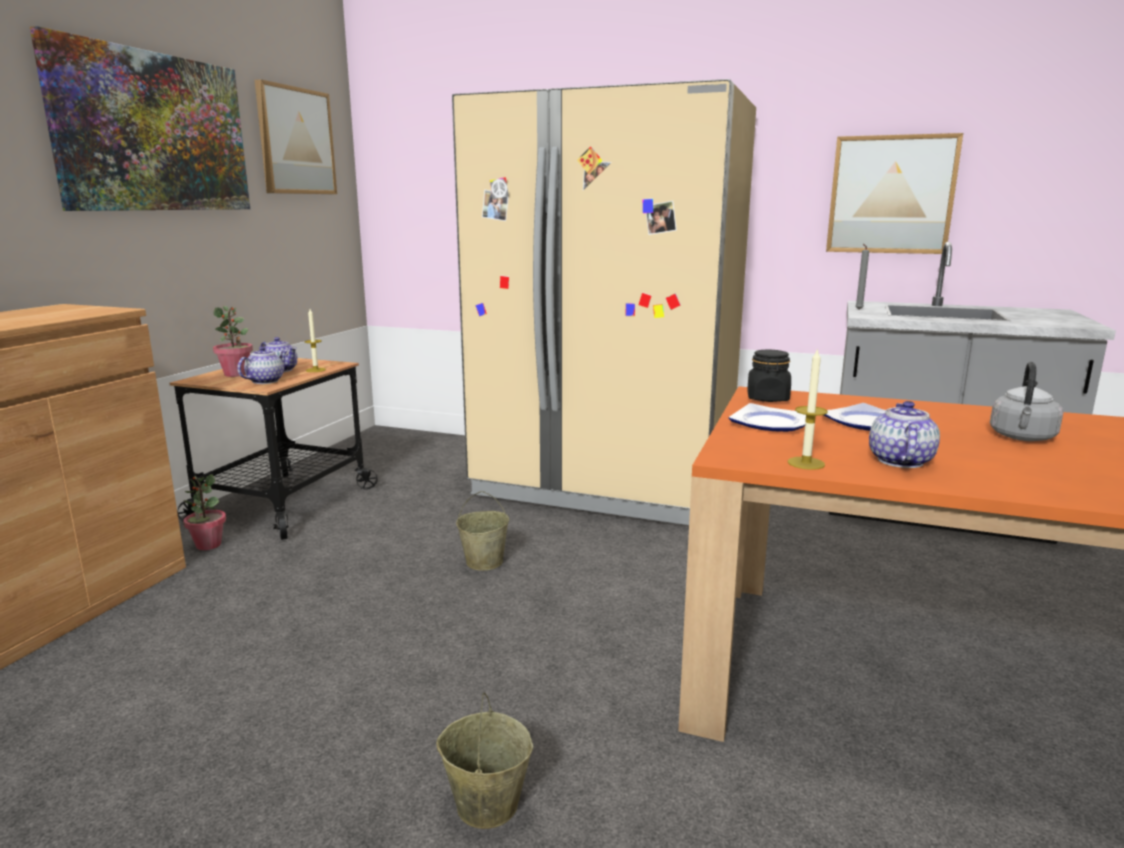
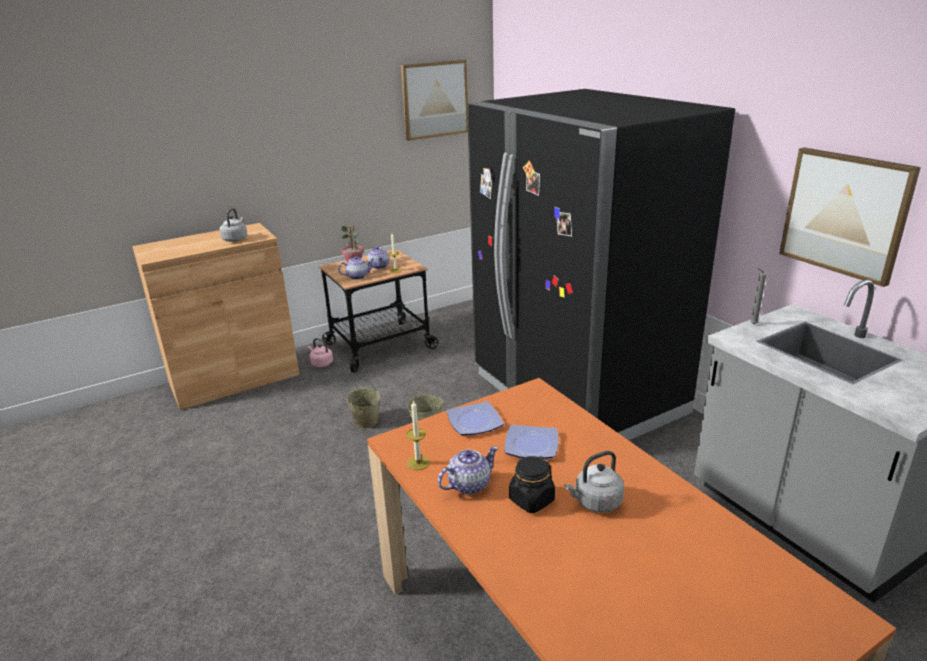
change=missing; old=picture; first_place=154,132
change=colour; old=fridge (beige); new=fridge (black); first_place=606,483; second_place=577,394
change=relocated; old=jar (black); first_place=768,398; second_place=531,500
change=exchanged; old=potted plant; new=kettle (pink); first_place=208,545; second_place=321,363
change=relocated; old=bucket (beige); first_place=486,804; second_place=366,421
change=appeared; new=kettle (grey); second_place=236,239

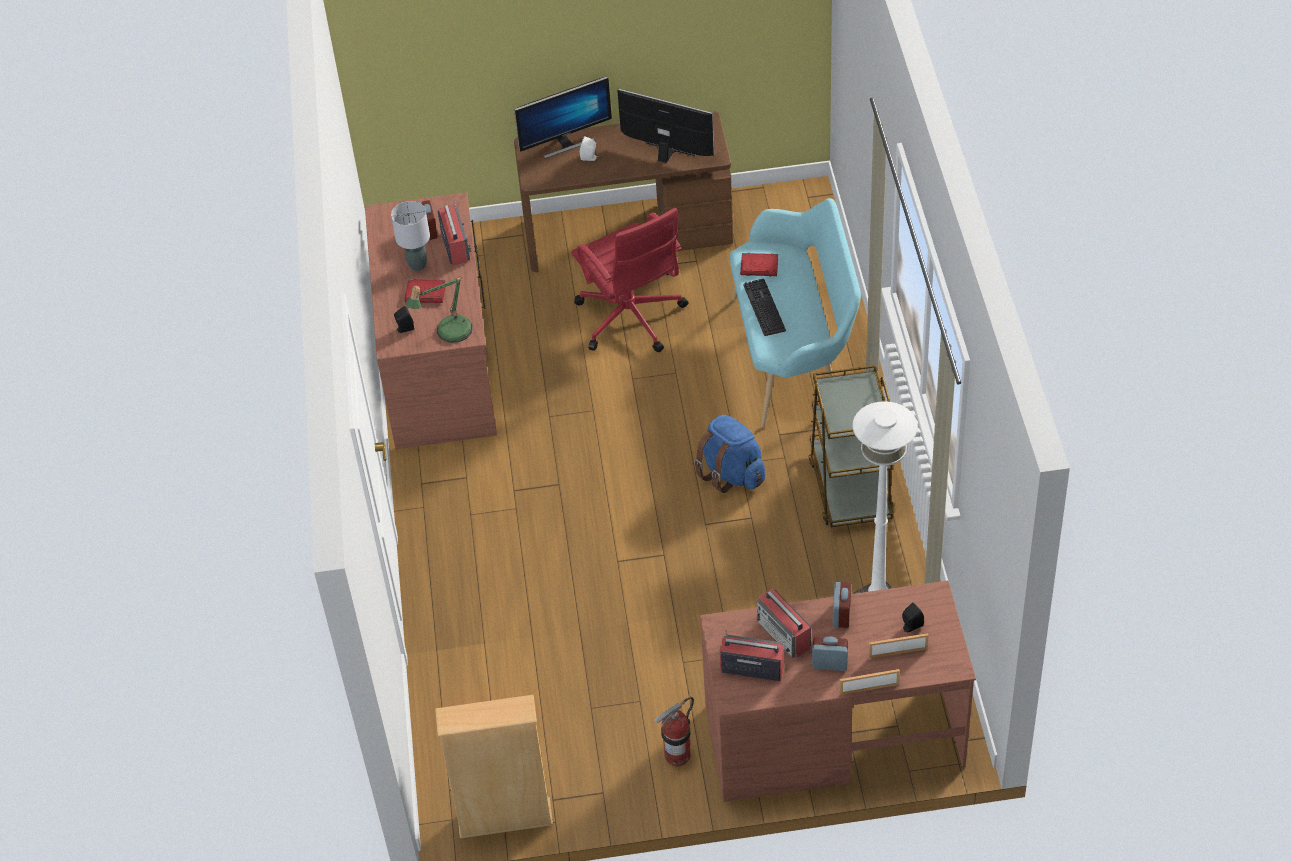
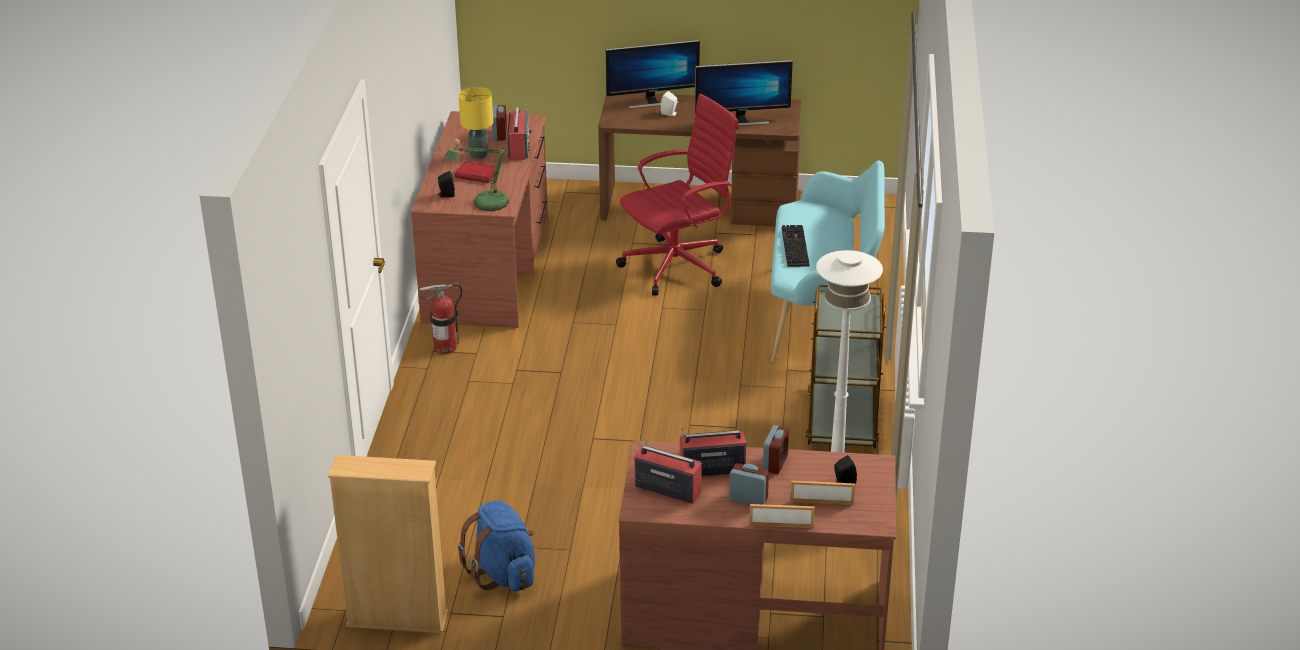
change=spun; old=monitor; first_place=667,154; second_place=742,121; degrees=135
change=colour; old=table lamp (grey); new=table lamp (yellow); first_place=417,265; second_place=478,155
change=spun; old=office chair (red); first_place=631,320; second_place=678,266; degrees=-105
change=missing; old=book (red); first_place=759,267
change=relocated; old=backpack (blue); first_place=731,473; second_place=503,574
change=spun; old=radio; first_place=784,635; second_place=711,469; degrees=105
change=relocated; old=fire extinguisher; first_place=677,755; second_place=445,348

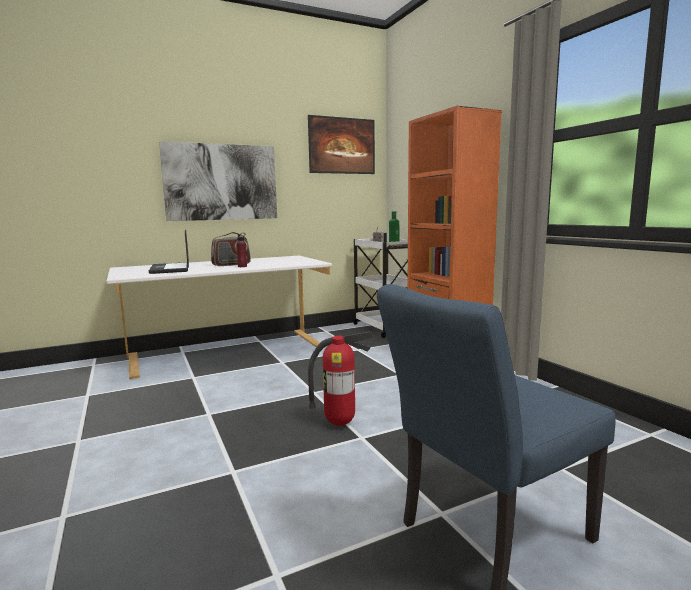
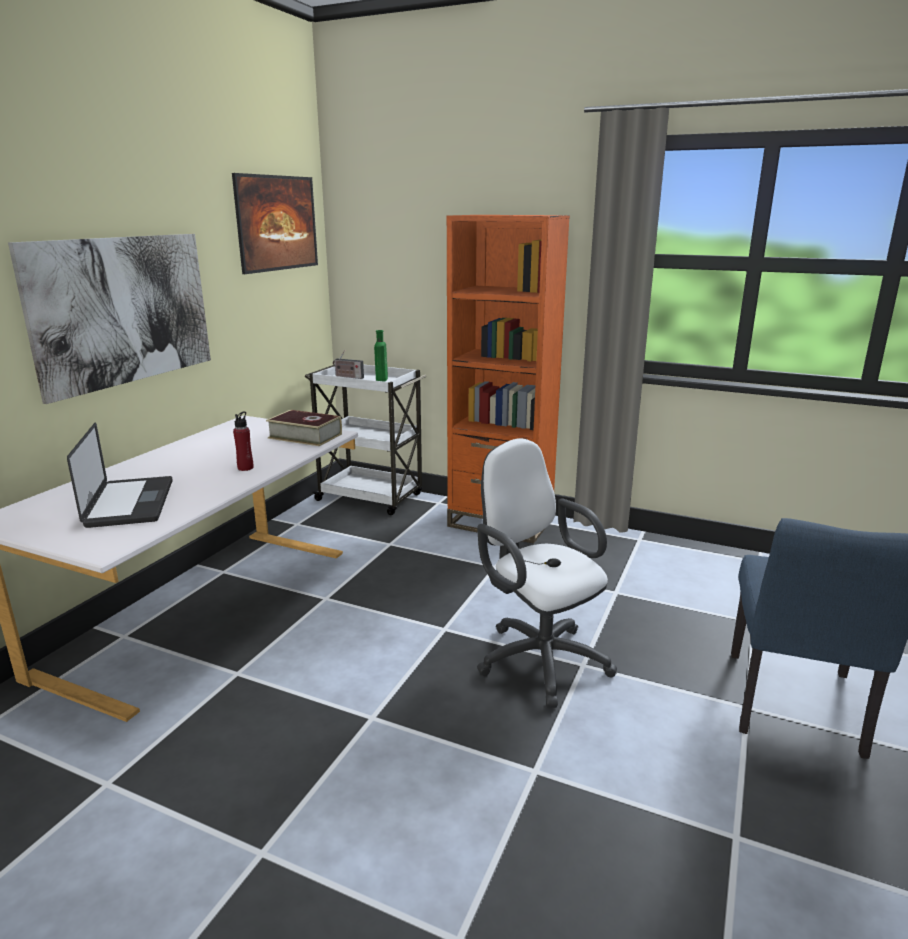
change=spun; old=laptop; first_place=170,269; second_place=130,503; degrees=-135
change=missing; old=radio; first_place=231,264
change=exchanged; old=fire extinguisher; new=office chair (white); first_place=340,423; second_place=538,657
change=appeared; new=book; second_place=305,436

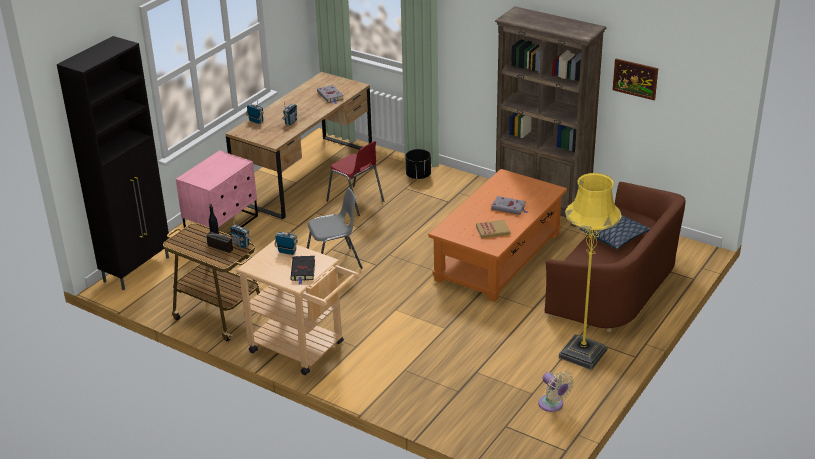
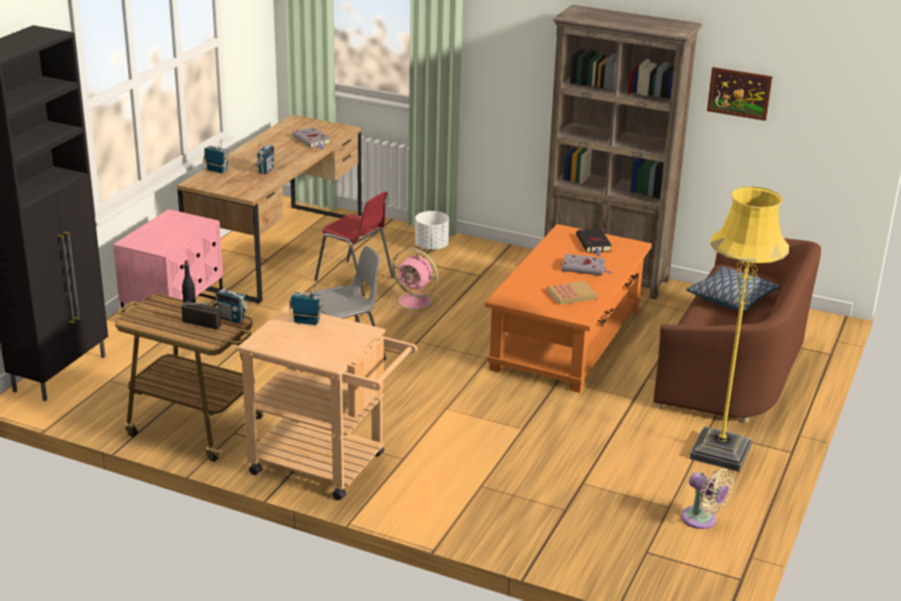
change=colour; old=planter (black); new=planter (white); first_place=418,176; second_place=431,247
change=relocated; old=book (black); first_place=303,271; second_place=594,244
change=appeared; new=fan (pink); second_place=416,302

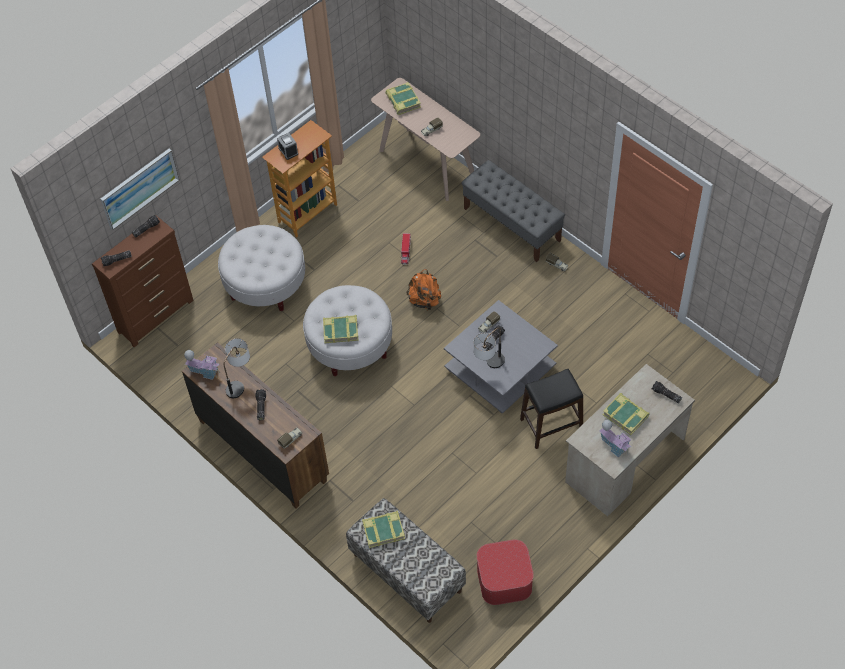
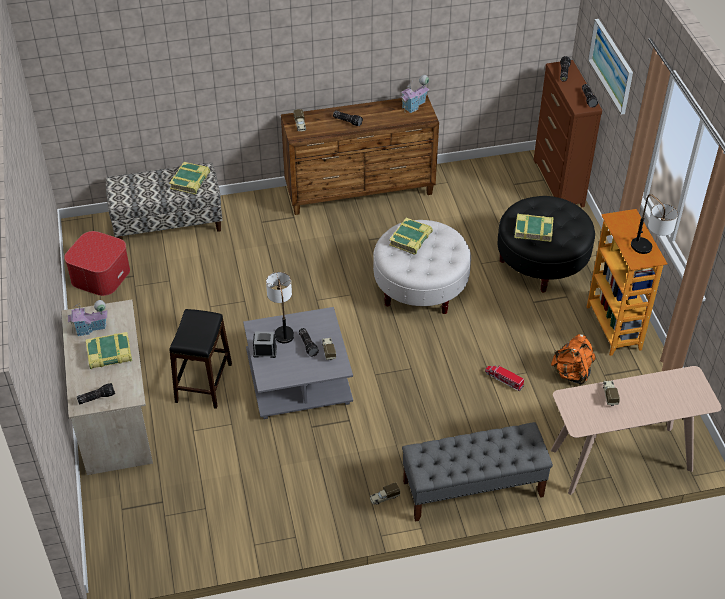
change=relocated; old=book; first_place=403,101; second_place=533,230
change=relocated; old=alarm clock; first_place=288,151; second_place=265,351
change=colour; old=ottoman (white); new=ottoman (black); first_place=265,283; second_place=542,262
change=relocated; old=backpack (orange); first_place=425,300; second_place=571,373
change=relocated; old=table lamp; first_place=240,382; second_place=648,253

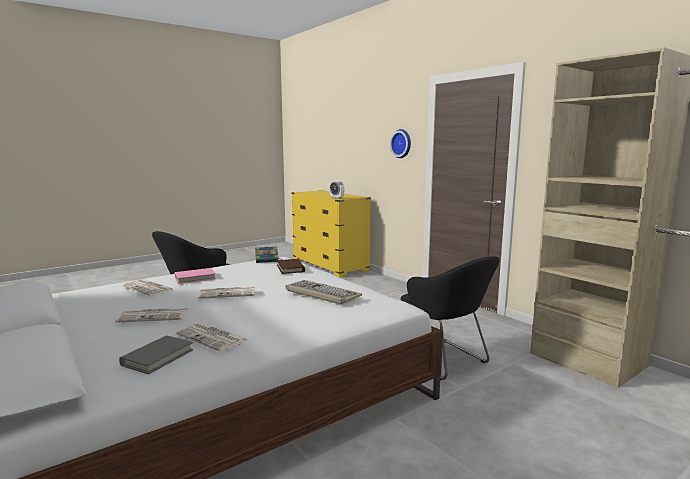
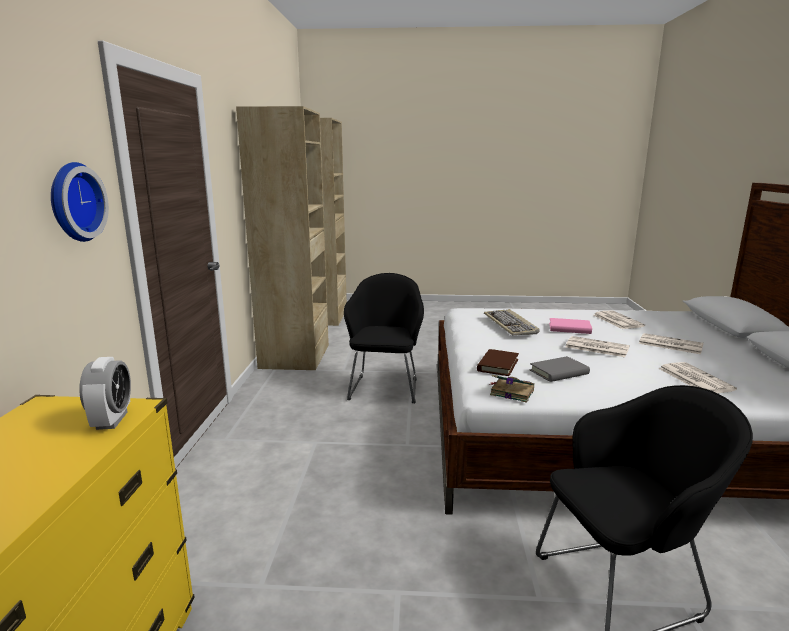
change=relocated; old=book (pink); first_place=195,278; second_place=569,328
change=relocated; old=book (grey); first_place=157,357; second_place=559,372

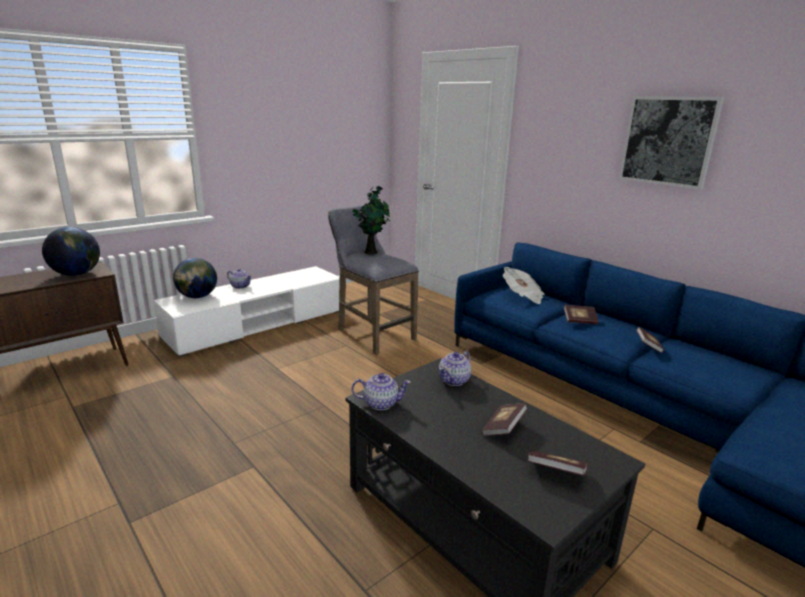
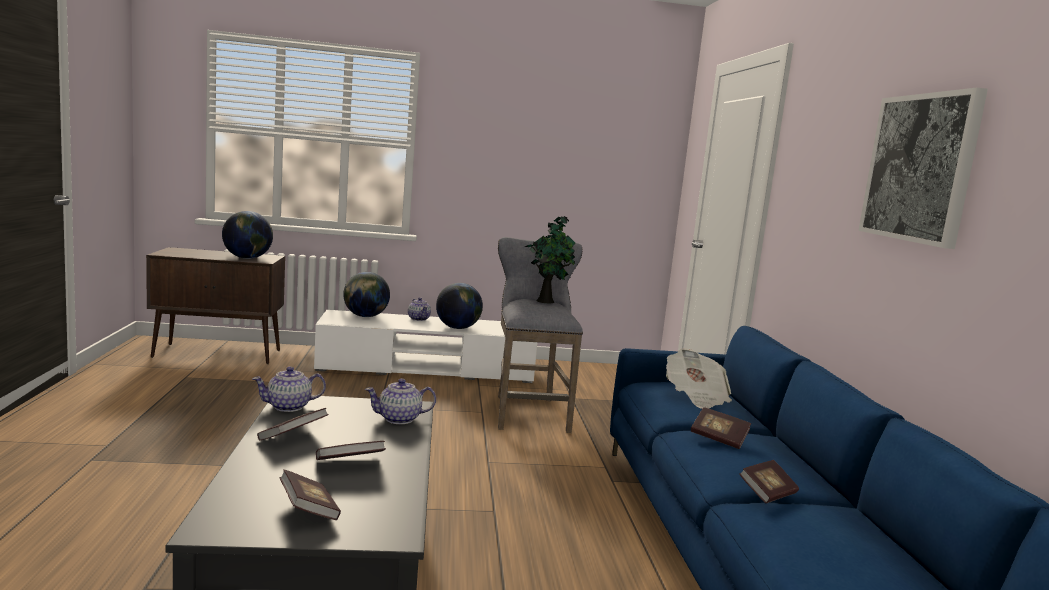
change=spun; old=teapot; first_place=380,403; second_place=289,407; degrees=120
change=appeared; new=globe; second_place=457,328
change=appeared; new=book; second_place=292,436

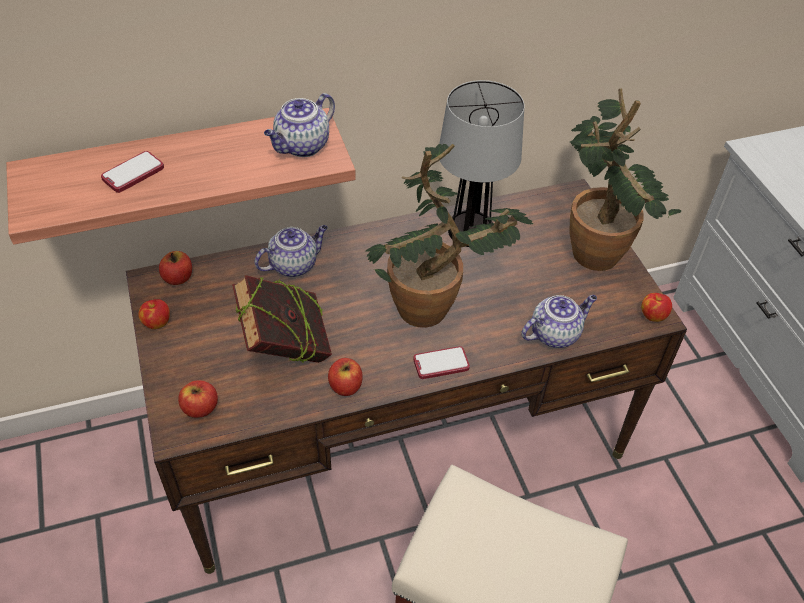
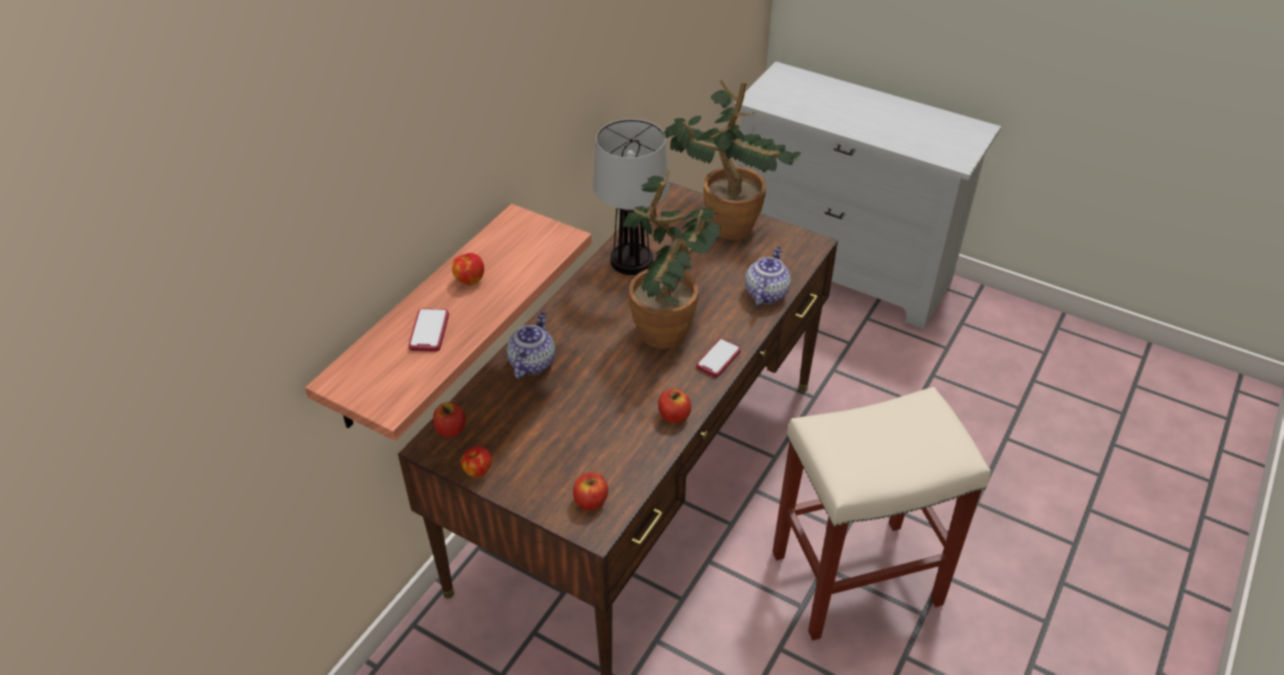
change=missing; old=teapot; first_place=302,146
change=missing; old=book; first_place=286,350
change=relocated; old=apple; first_place=653,315; second_place=469,279

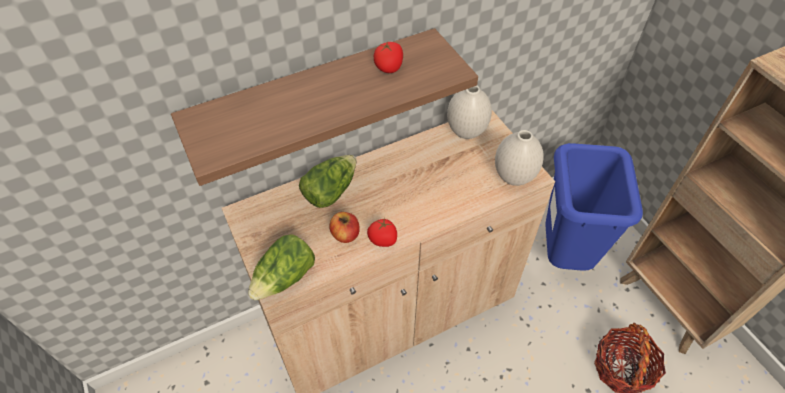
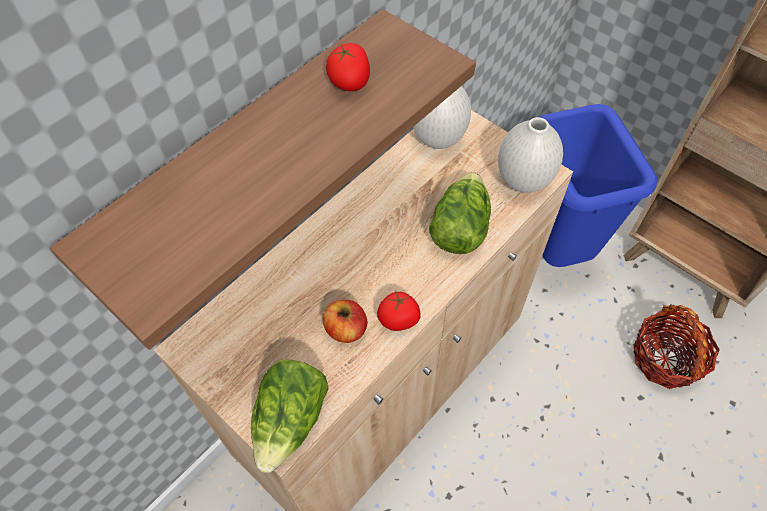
change=relocated; old=lettuce; first_place=330,190; second_place=459,227

